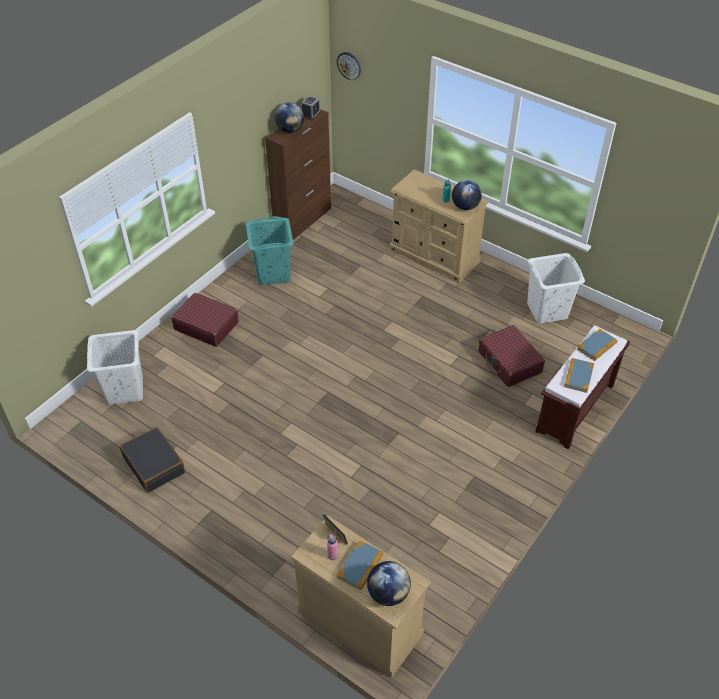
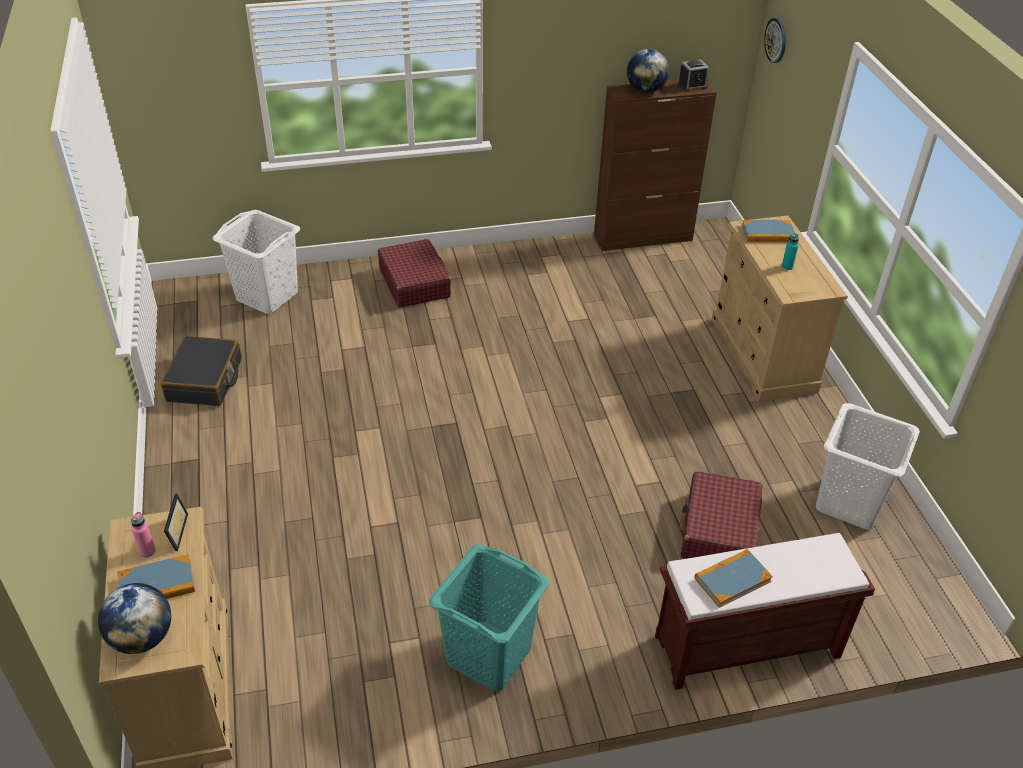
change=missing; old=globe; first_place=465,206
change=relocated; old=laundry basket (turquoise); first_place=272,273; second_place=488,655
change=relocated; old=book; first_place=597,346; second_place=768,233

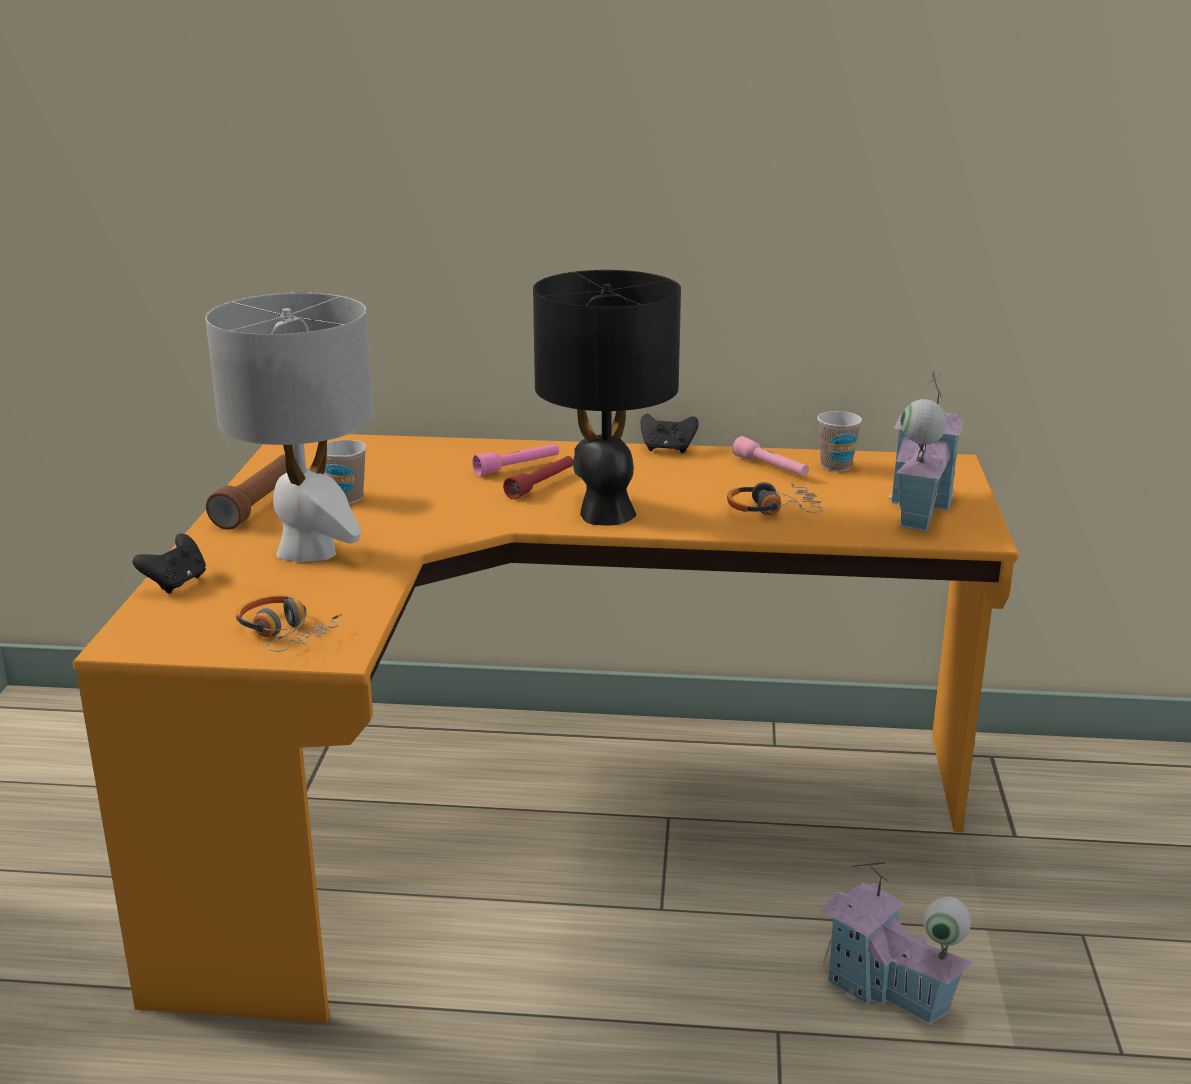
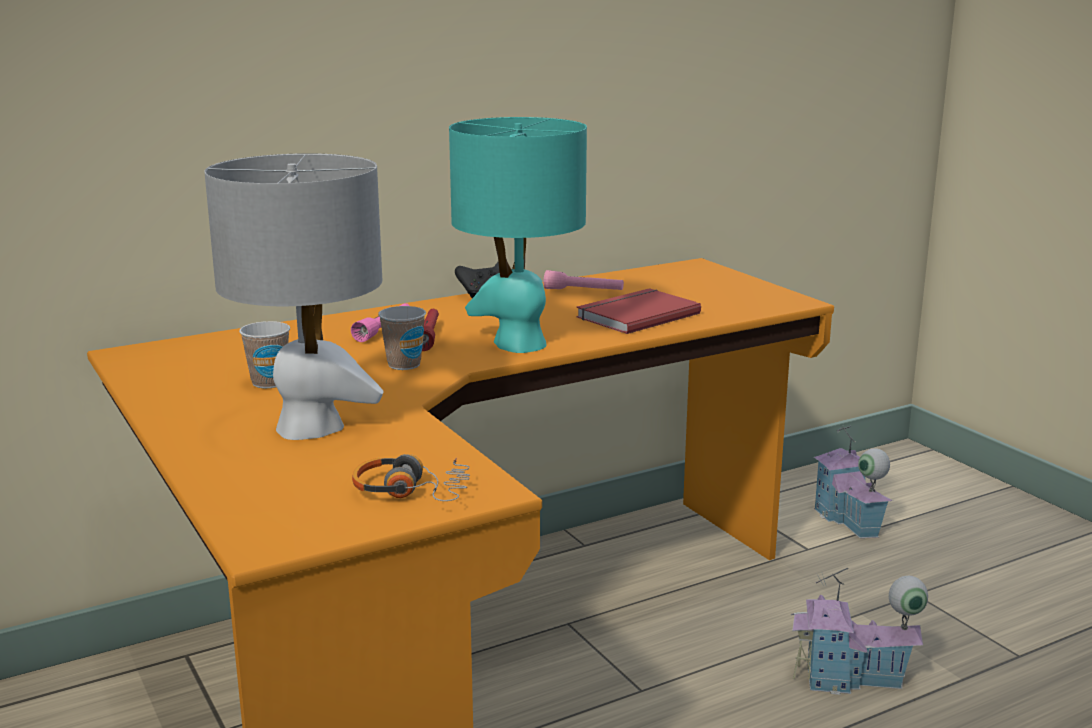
change=colour; old=table lamp (black); new=table lamp (turquoise); first_place=606,513; second_place=519,344
change=relocated; old=toy house; first_place=918,507; second_place=847,520
change=relocated; old=cup; first_place=836,466; second_place=404,365
change=missing; old=flashlight (brown); first_place=258,505
change=exchanged; old=headphones; new=book (red); first_place=772,509; second_place=635,315
change=missing; old=game controller (black); first_place=176,583

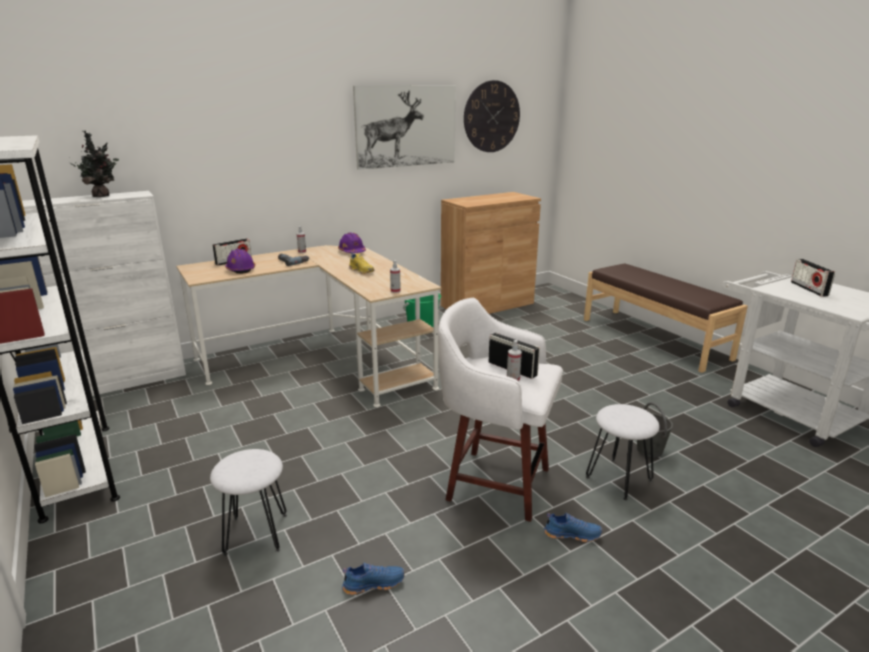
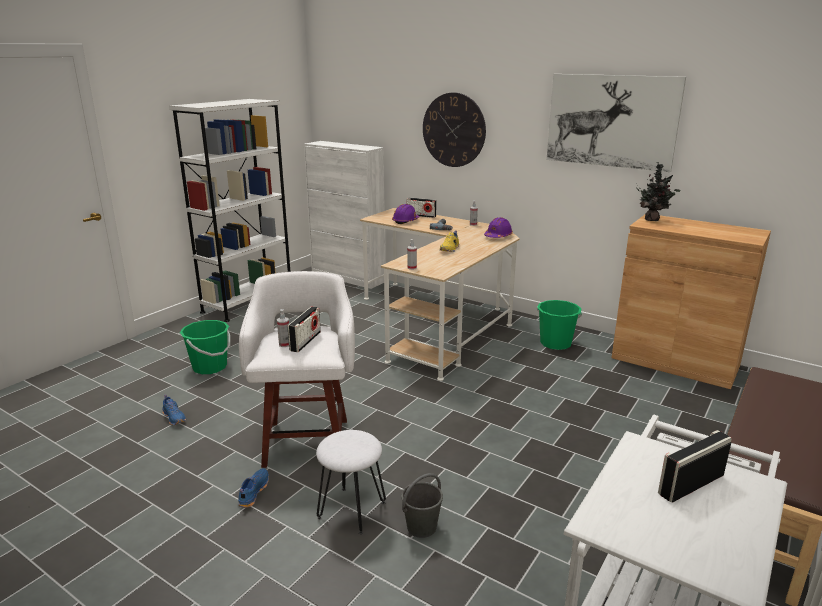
change=relocated; old=wall clock; first_place=491,117; second_place=453,130
change=relocated; old=potted plant; first_place=102,196; second_place=652,220
change=exchanged; old=stool (white); new=bucket (green); first_place=255,533; second_place=210,367
change=spun; old=shoe (blue); first_place=572,534; second_place=253,492; degrees=-150

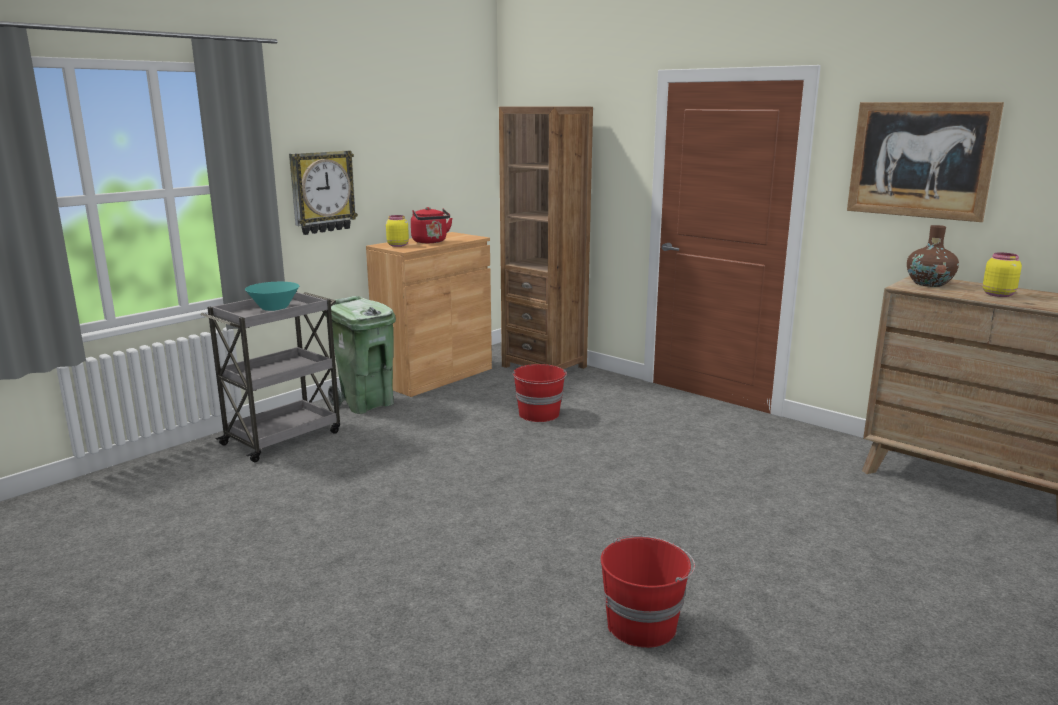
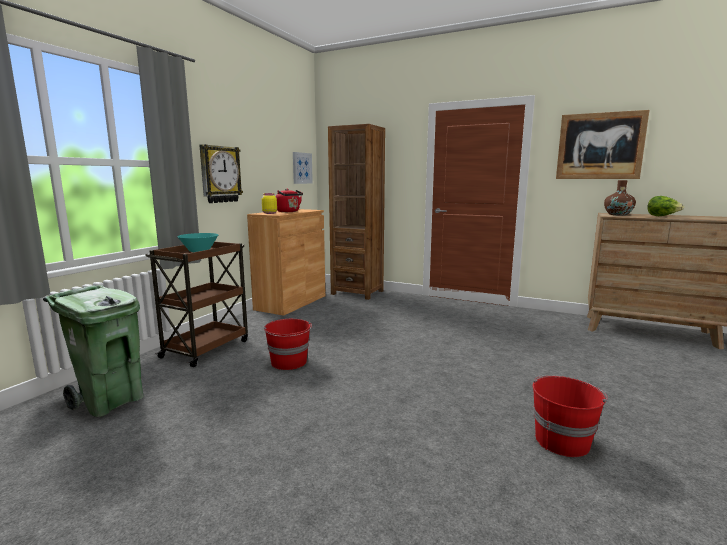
change=exchanged; old=jar (yellow); new=lettuce; first_place=998,294; second_place=662,216
change=colour; old=cart (grey); new=cart (brown); first_place=283,437; second_place=207,348
change=relocated; old=trash can (green); first_place=365,404; second_place=110,401
change=relocated; old=bucket (red); first_place=539,414; second_place=289,362
change=appeared; new=picture; second_place=302,168

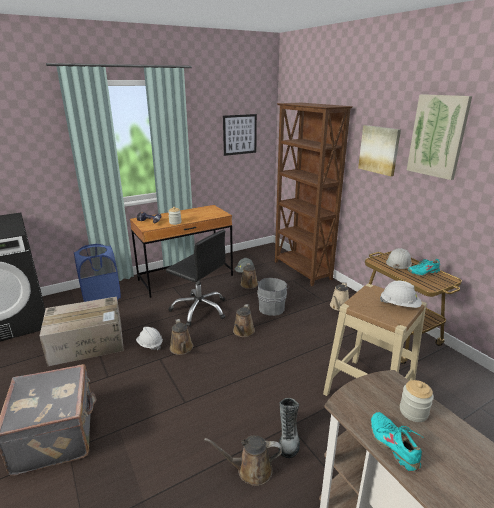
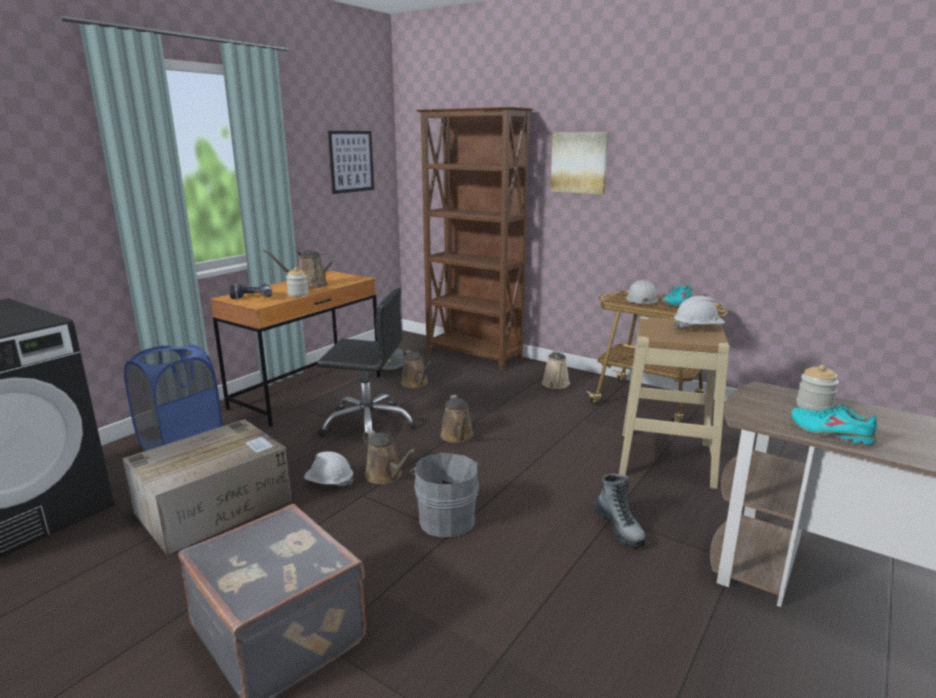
change=missing; old=picture; first_place=437,136
change=relocated; old=bucket (grey); first_place=272,307; second_place=446,518
change=relocated; old=watering can (brown); first_place=250,470; second_place=308,286

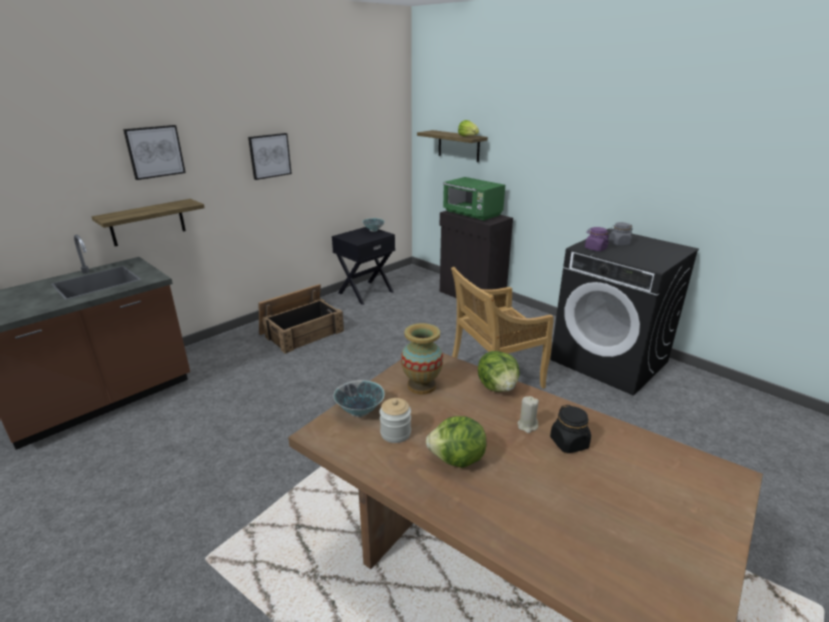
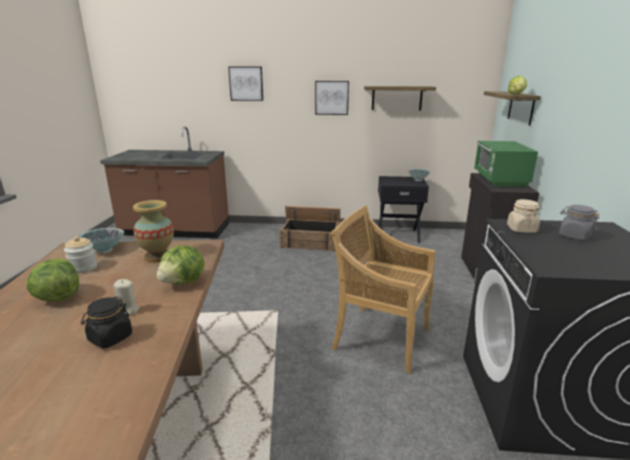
change=relocated; old=shelf; first_place=147,222; second_place=397,98
change=colour; old=jar (purple); new=jar (beige); first_place=595,248; second_place=521,229

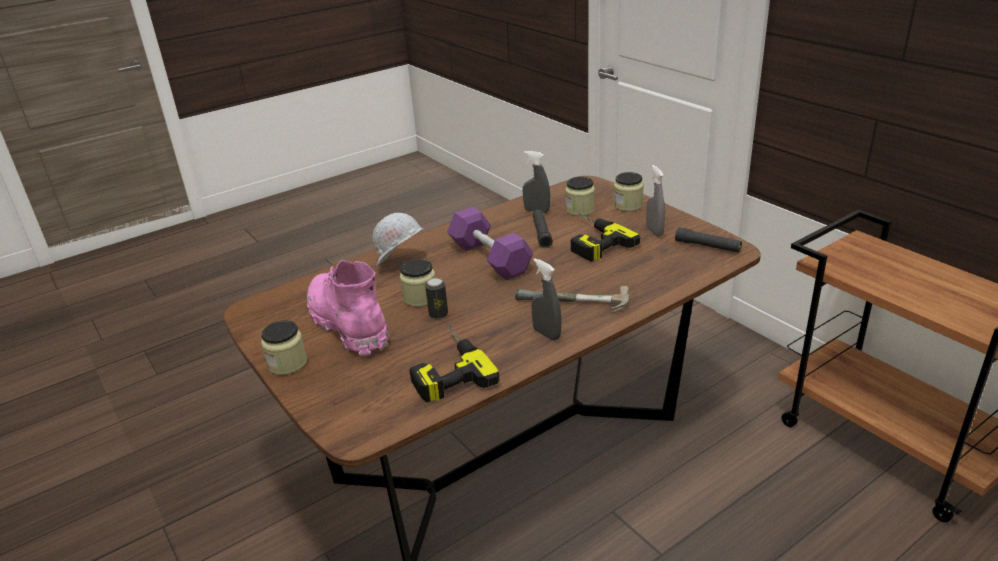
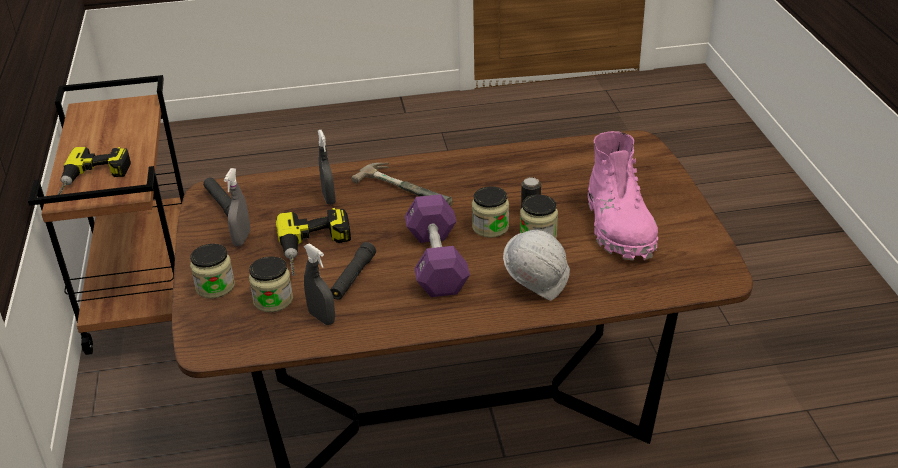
change=relocated; old=spray bottle (grey); first_place=546,334; second_place=329,198
change=relocated; old=jar; first_place=287,363; second_place=490,227
change=relocated; old=power drill; first_place=445,368; second_place=93,180

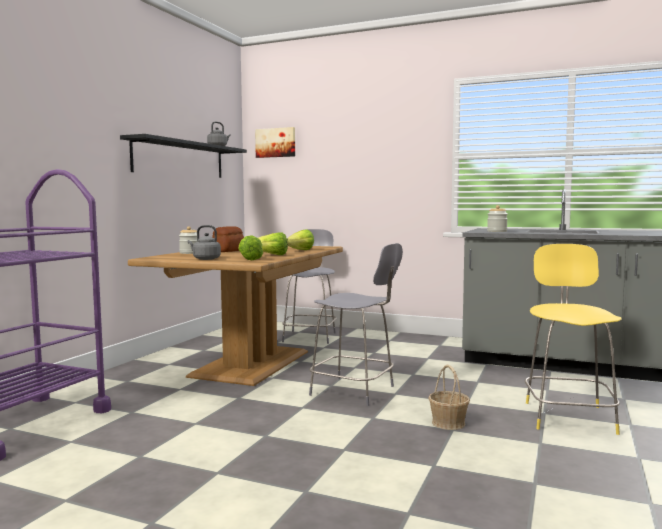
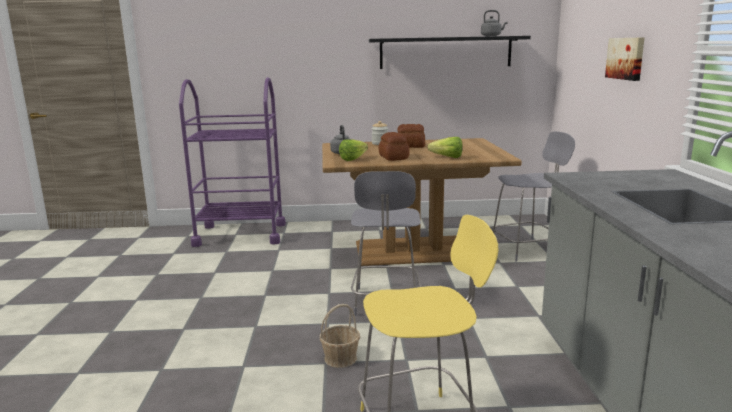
change=relocated; old=picture; first_place=276,142; second_place=626,58
change=missing; old=jar; first_place=497,231
change=exchanged; old=lettuce; new=bread; first_place=269,255; second_place=393,157

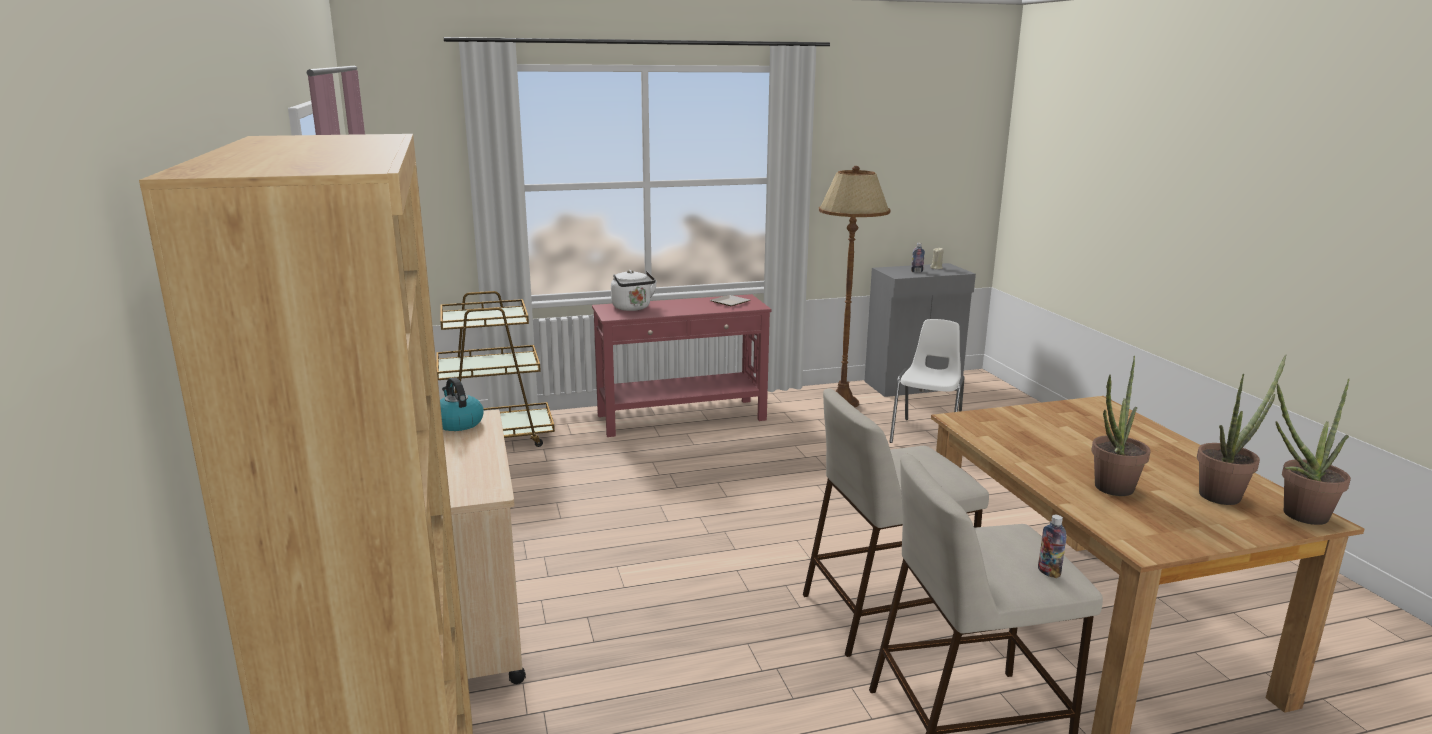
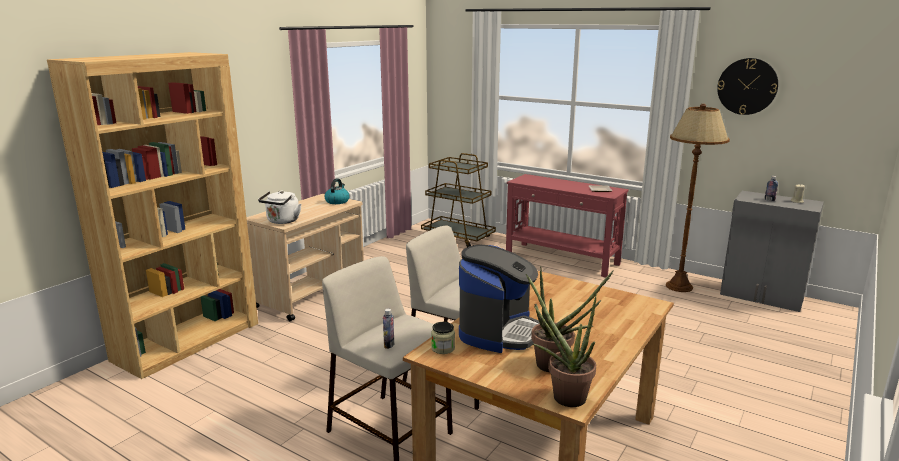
change=relocated; old=kettle (white); first_place=633,308; second_place=282,221
change=missing; old=chair (white); first_place=927,435
change=exchanged; old=potted plant; new=coffee machine; first_place=1110,490; second_place=499,332
change=appeared; new=wall clock; second_place=747,86
change=appeared; new=jar; second_place=443,348

